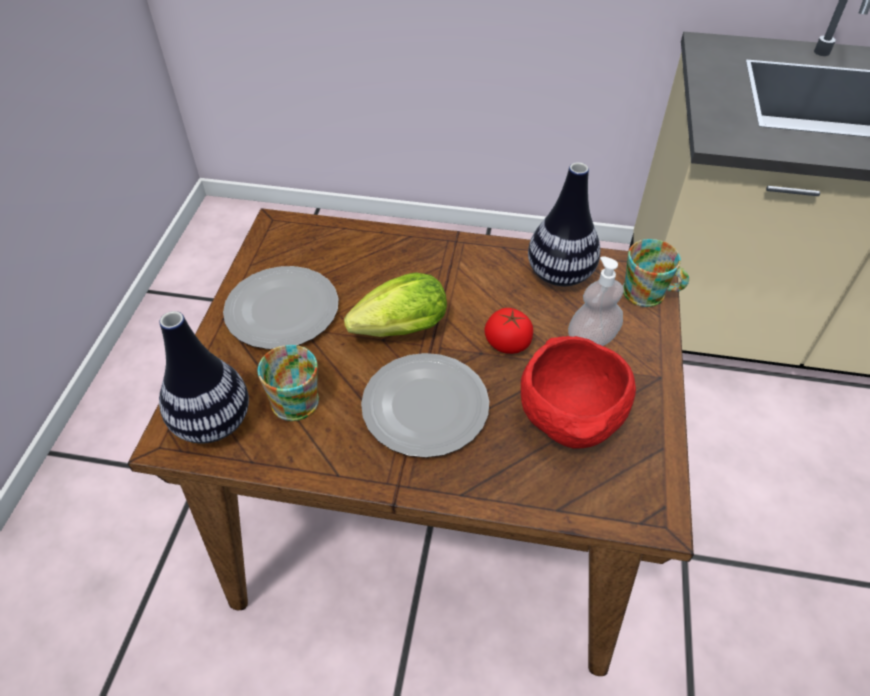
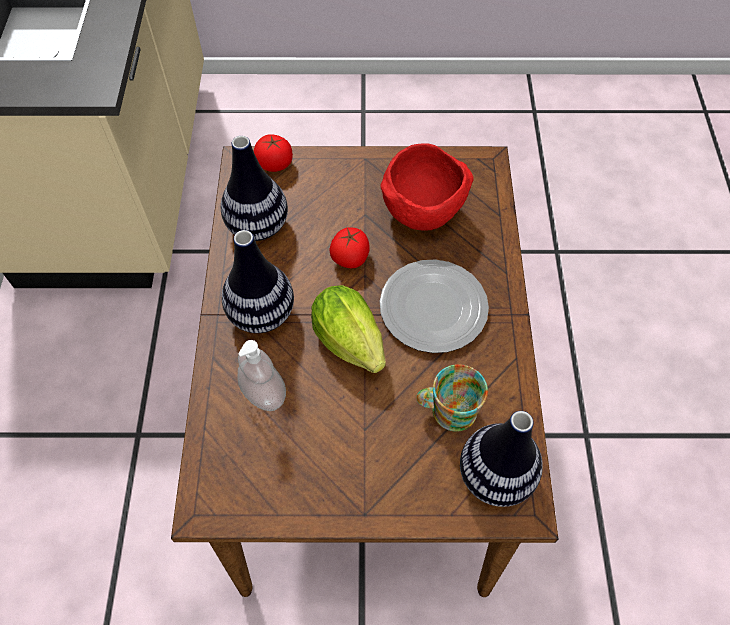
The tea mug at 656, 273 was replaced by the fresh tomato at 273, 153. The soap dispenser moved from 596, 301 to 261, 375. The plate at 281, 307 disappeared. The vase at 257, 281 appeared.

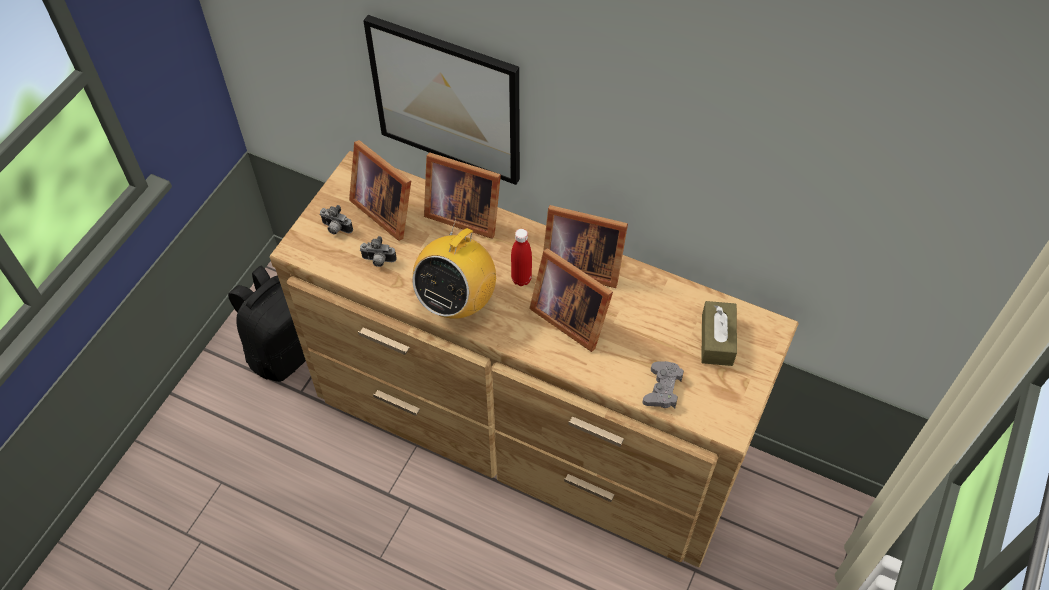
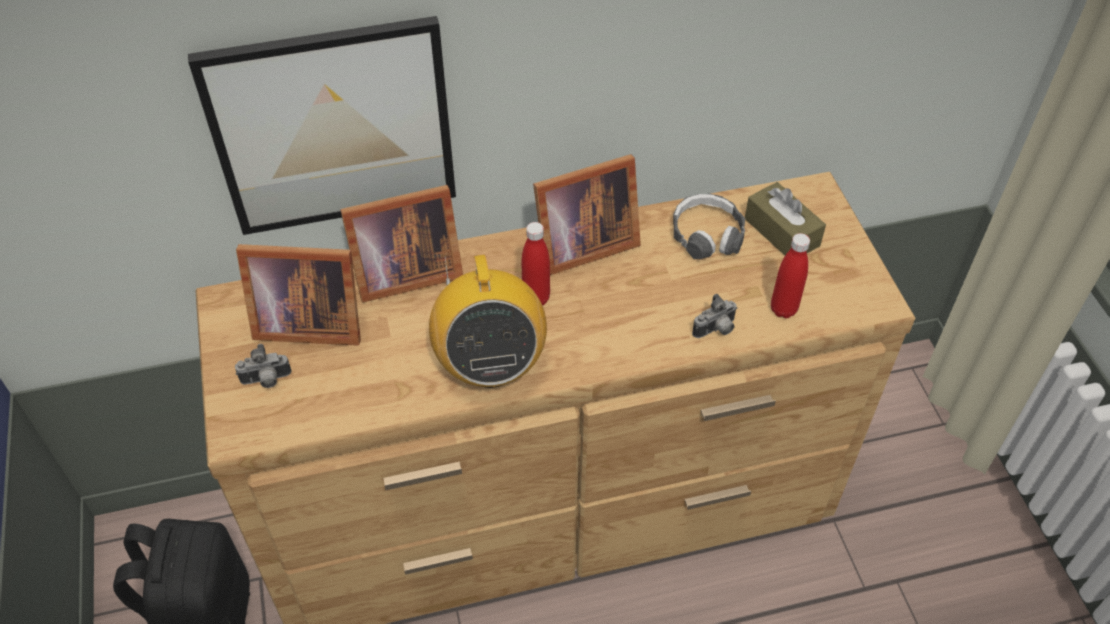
The still camera moved from 378, 251 to 714, 316. The picture frame at 571, 300 disappeared. The grey game controller at 663, 384 was replaced by the red drink bottle at 790, 275. The headphones at 709, 226 appeared.

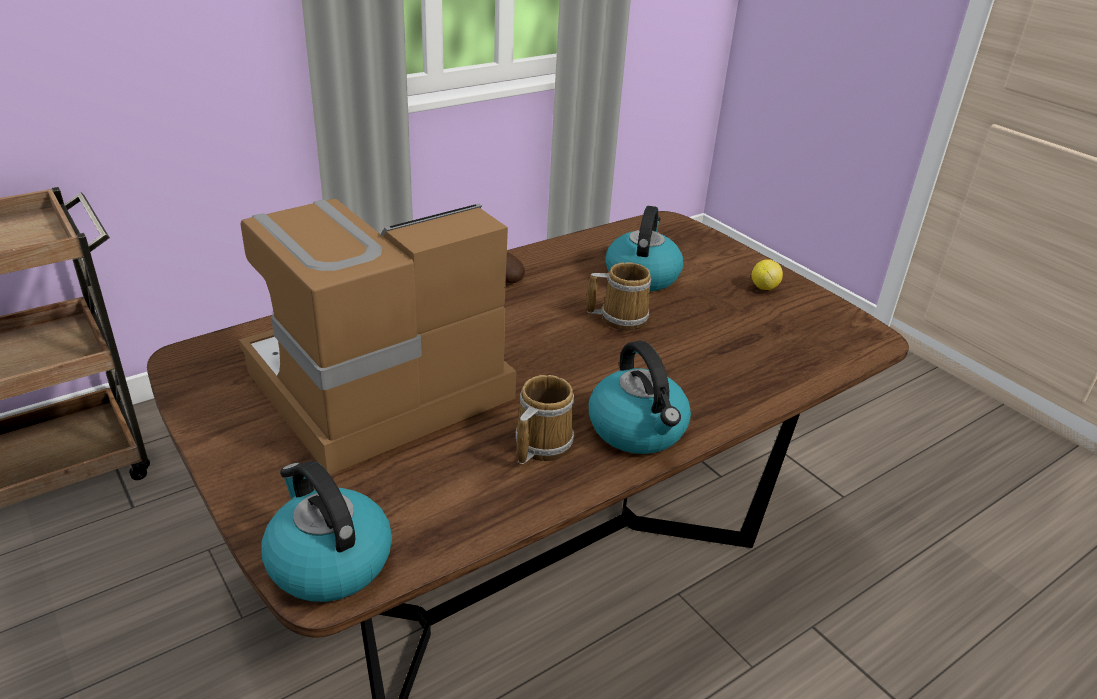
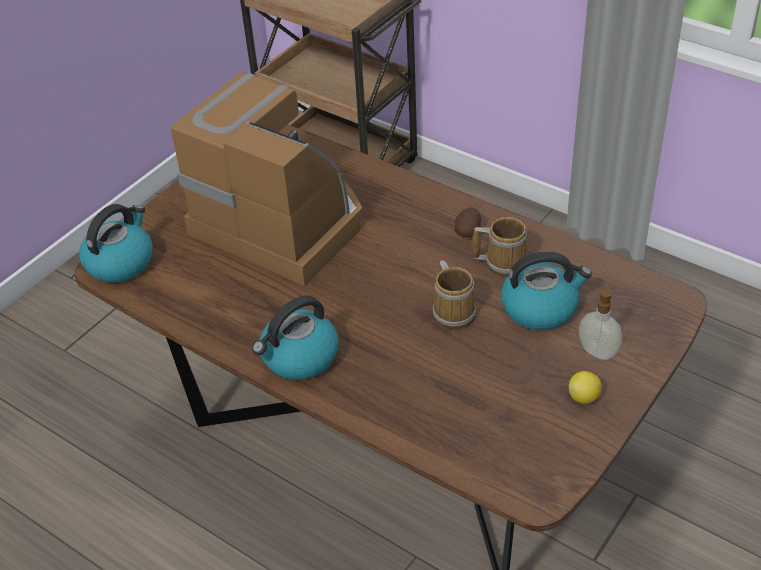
The tea mug moved from 544, 419 to 499, 247. The soap dispenser at 600, 323 appeared.

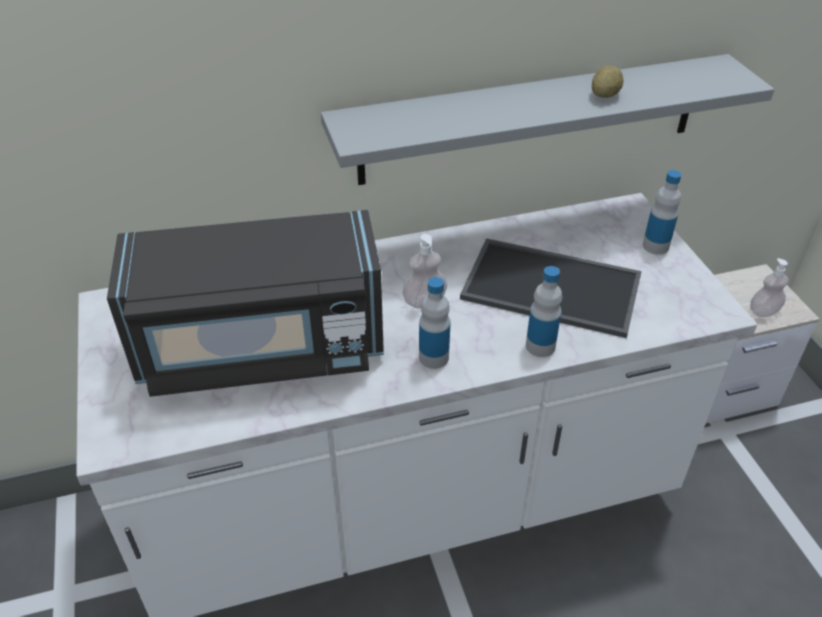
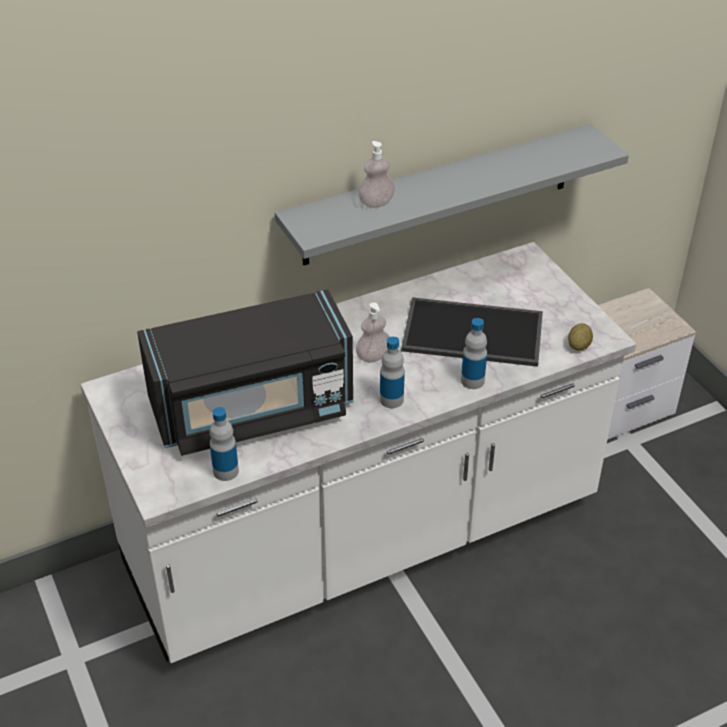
The whole potato moved from 608, 81 to 580, 337. The drink bottle moved from 662, 212 to 224, 444. The soap dispenser moved from 769, 287 to 376, 174.

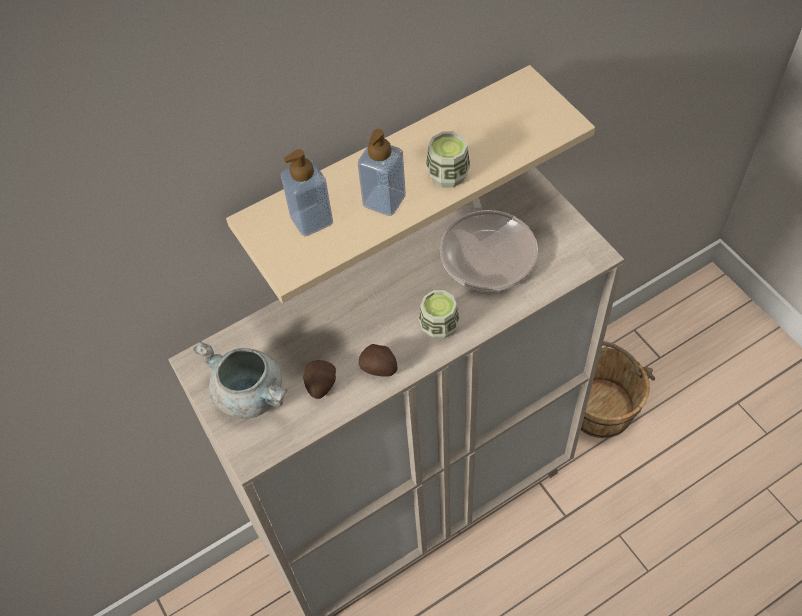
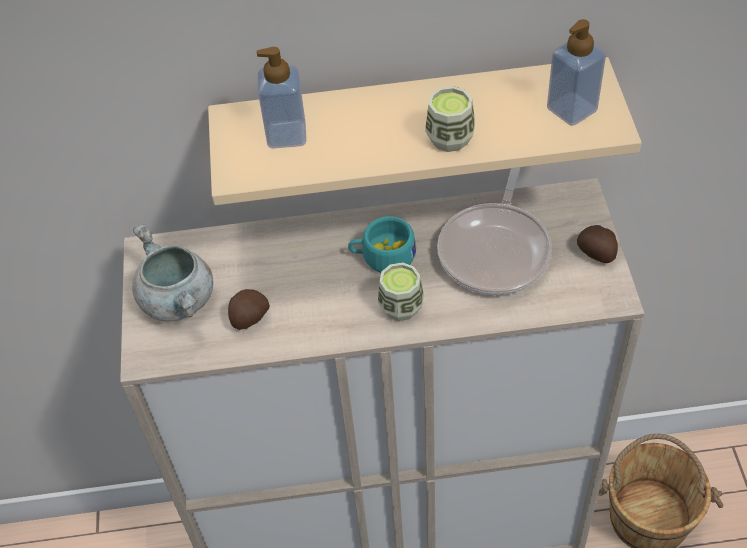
The soap dispenser moved from 382, 172 to 576, 72. The whole potato moved from 378, 360 to 597, 244. The turquoise-coloured cup at 382, 244 appeared.

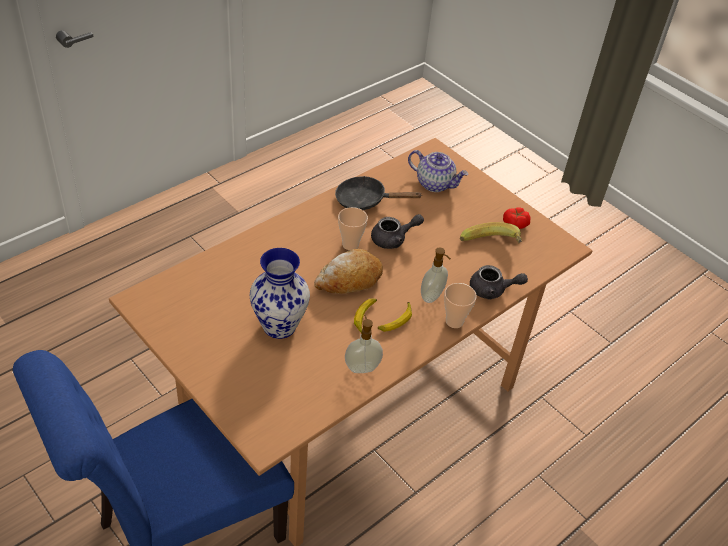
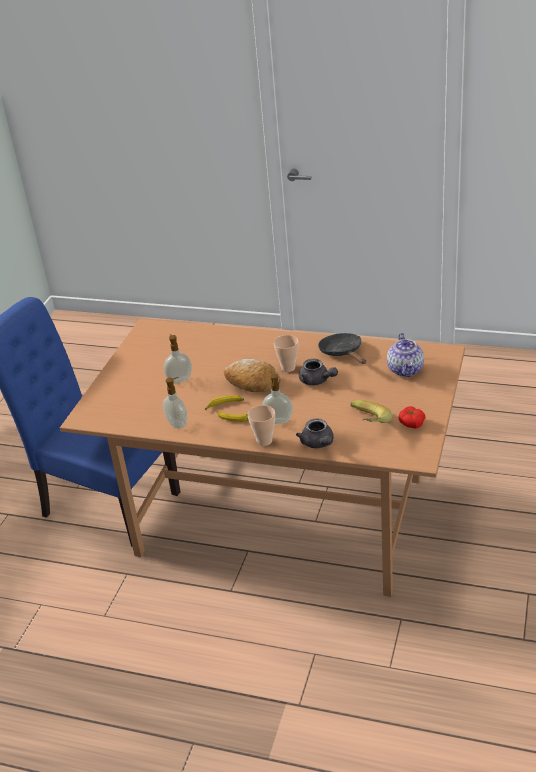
The vase at 280, 293 was replaced by the soap dispenser at 178, 358.

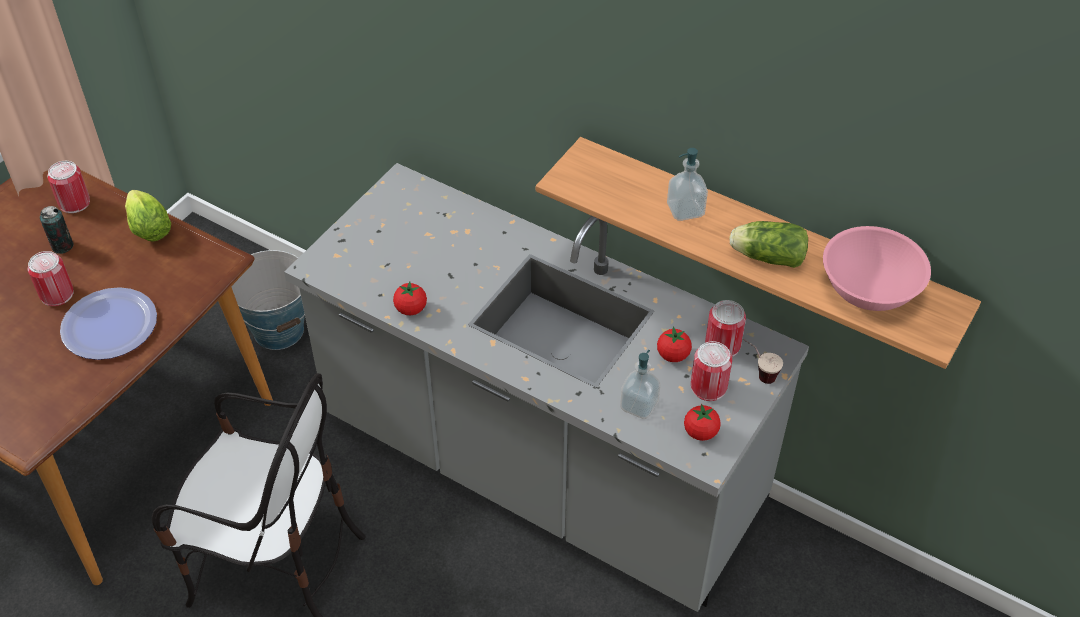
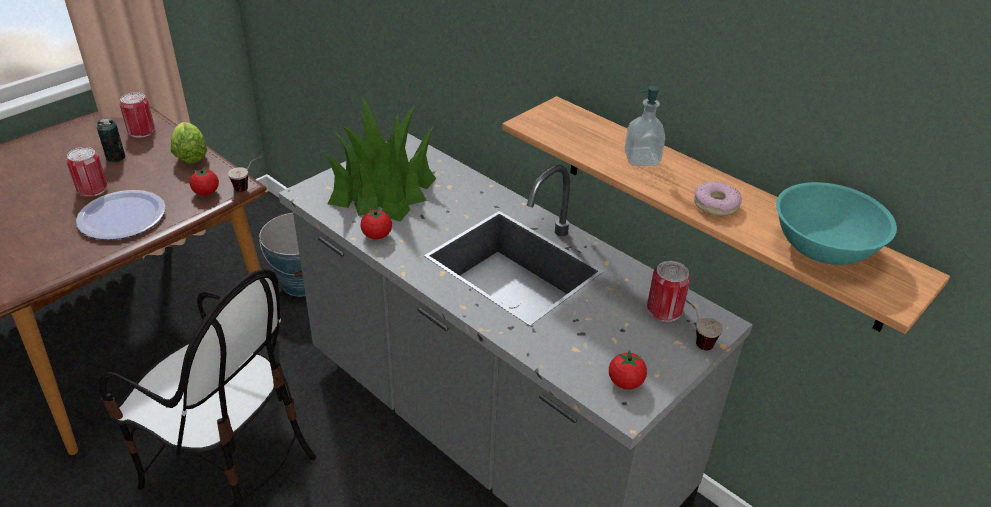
The head of lettuce at 768, 244 was replaced by the donut at 718, 198. The pink deep dish at 877, 268 became the turquoise-coloured deep dish at 836, 223. The fresh tomato moved from 674, 344 to 204, 181. The can at 711, 371 disappeared. The soap dispenser at 640, 384 disappeared. The plant in a pot at 380, 159 appeared. The cup at 245, 174 appeared.

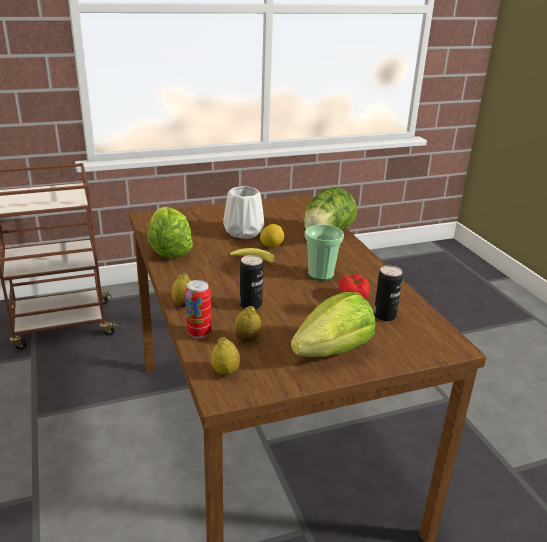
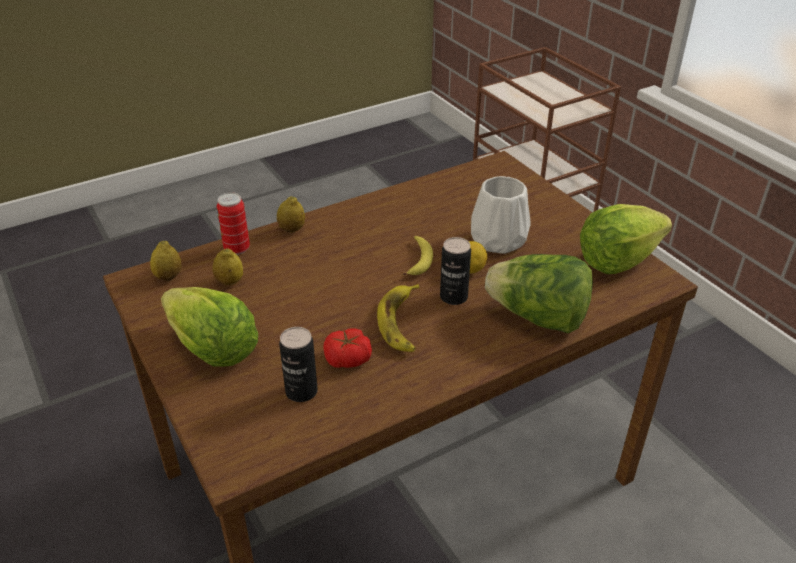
The head of lettuce moved from 170, 232 to 626, 239. The cup at 324, 252 was replaced by the banana at 398, 318. The can moved from 251, 282 to 455, 271.

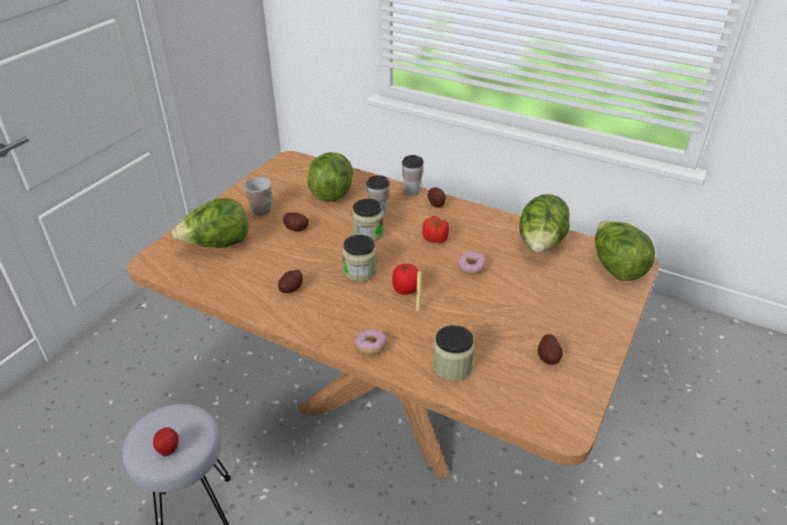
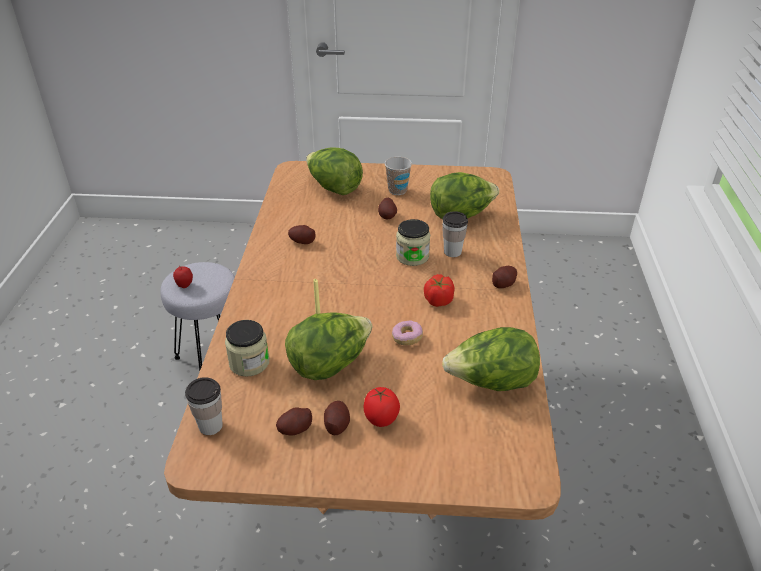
The cup moved from 413, 175 to 204, 406. The head of lettuce moved from 625, 251 to 328, 346. The jar at 359, 258 disappeared. The fresh tomato moved from 407, 279 to 382, 407. The donut at 371, 342 disappeared. The whole potato at 337, 418 appeared.

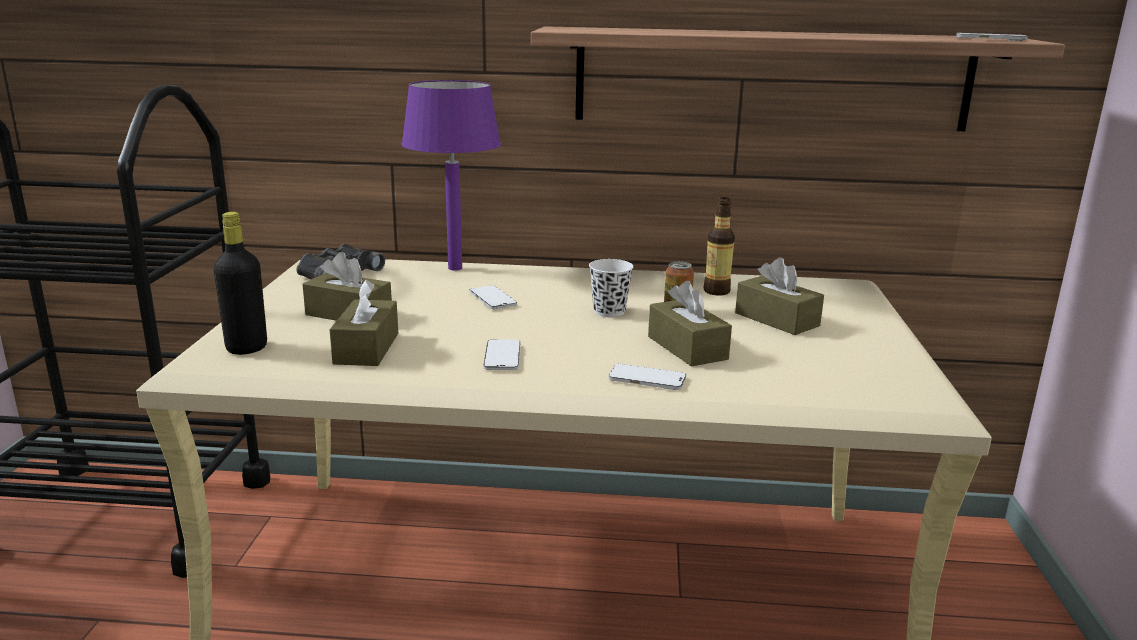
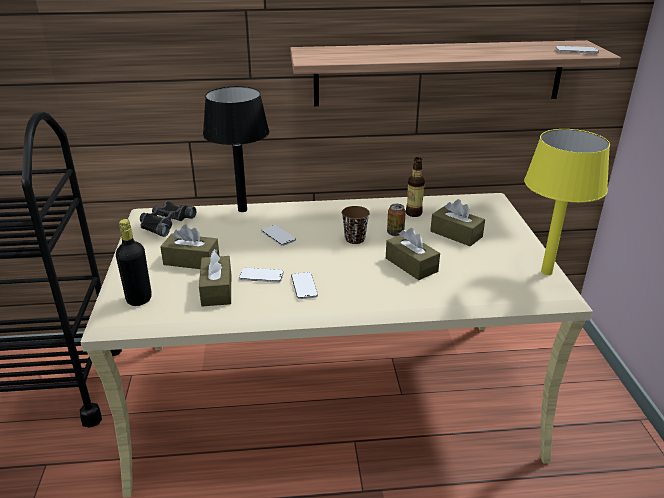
The purple lamp for a table at 451, 175 became the black-coloured lamp for a table at 236, 149. The white-coloured cup at 611, 288 became the brownish cup at 356, 225. The handset moved from 647, 377 to 261, 275. The yellow-coloured lamp for a table at 567, 202 appeared.

